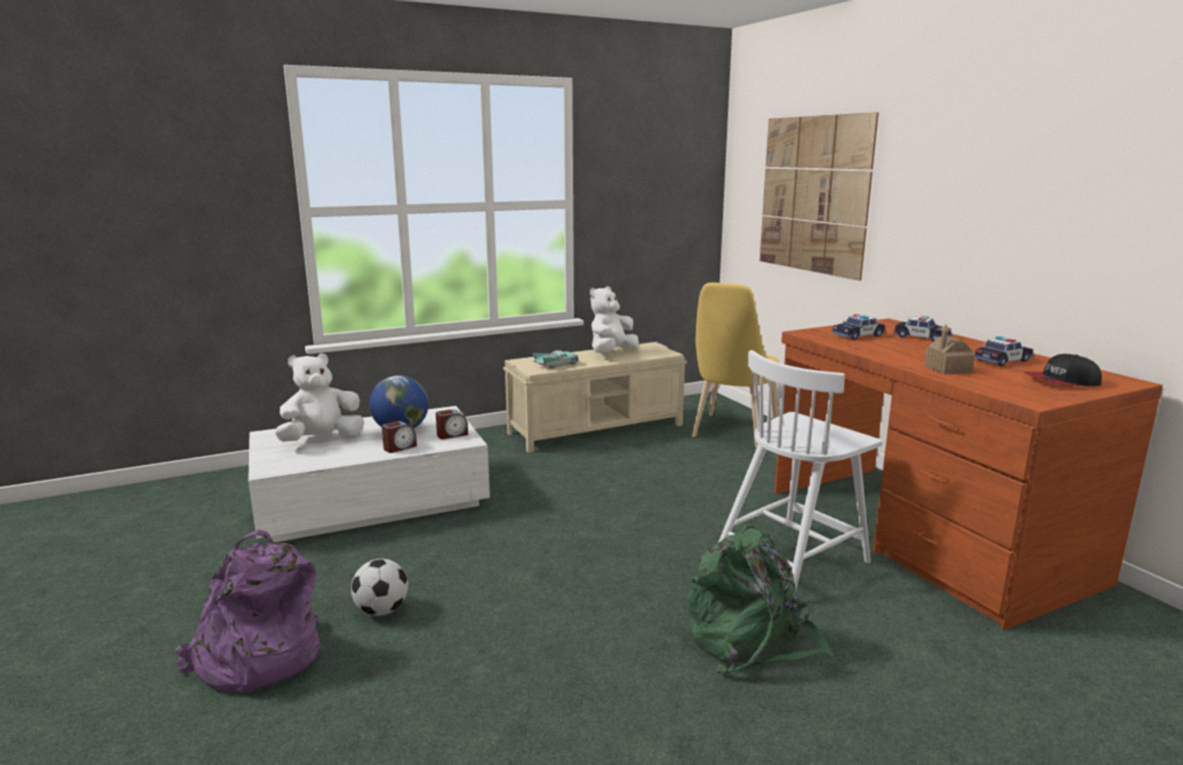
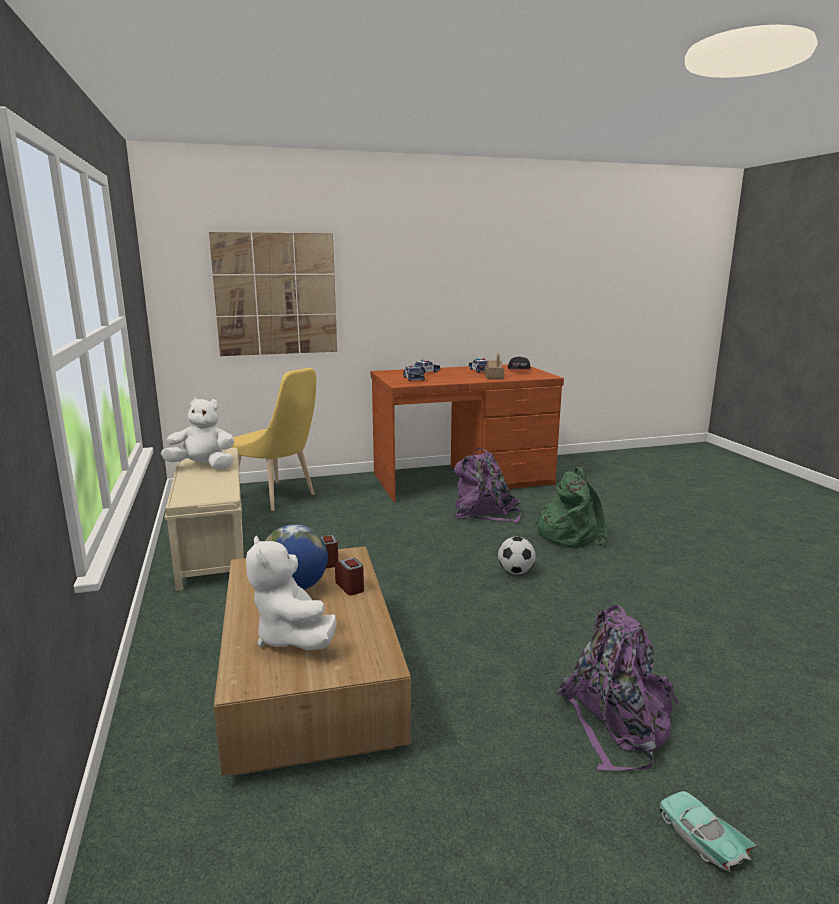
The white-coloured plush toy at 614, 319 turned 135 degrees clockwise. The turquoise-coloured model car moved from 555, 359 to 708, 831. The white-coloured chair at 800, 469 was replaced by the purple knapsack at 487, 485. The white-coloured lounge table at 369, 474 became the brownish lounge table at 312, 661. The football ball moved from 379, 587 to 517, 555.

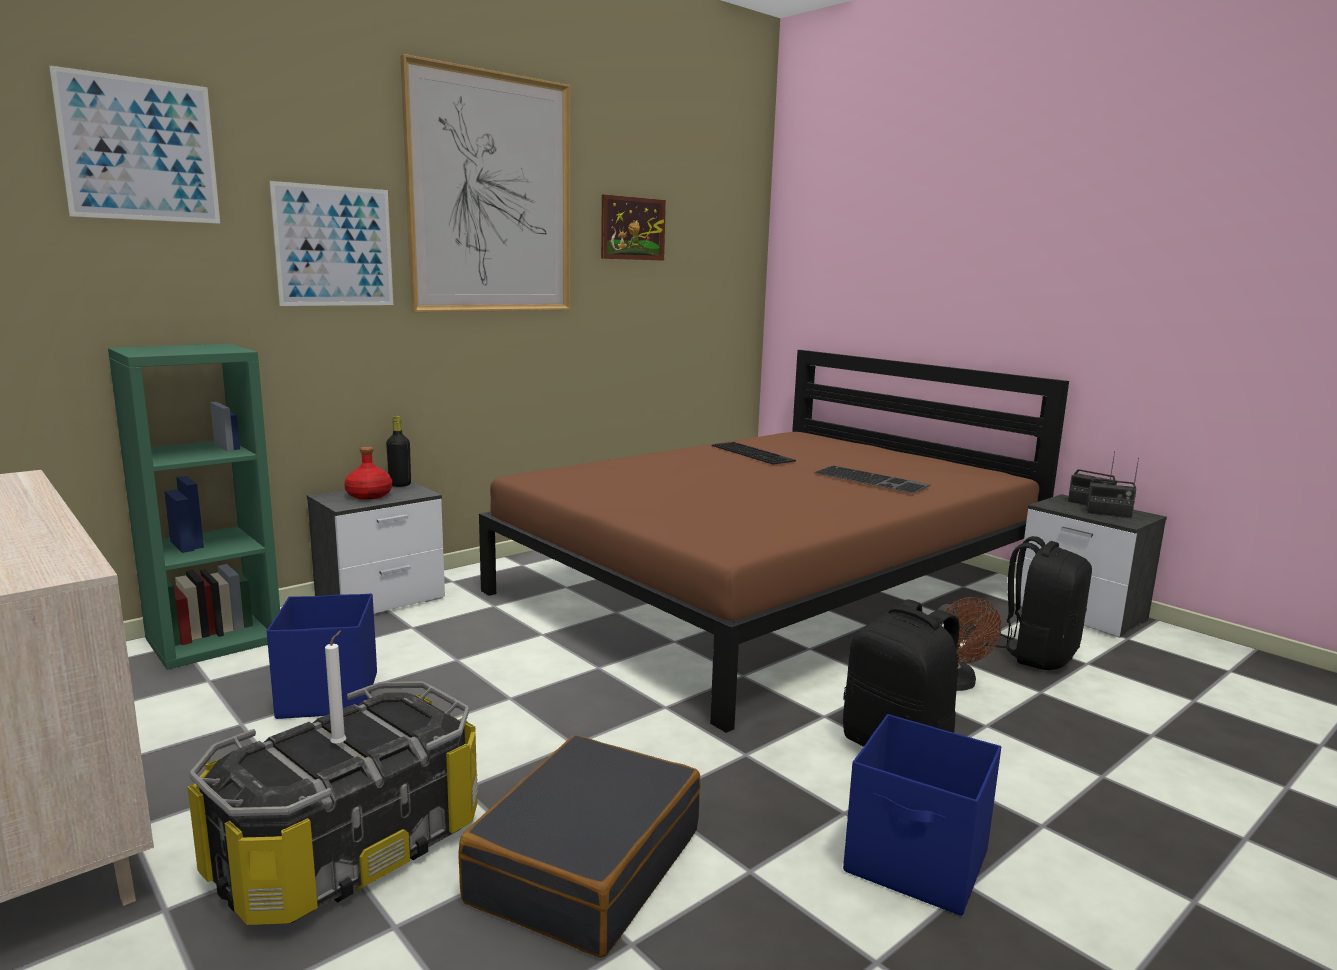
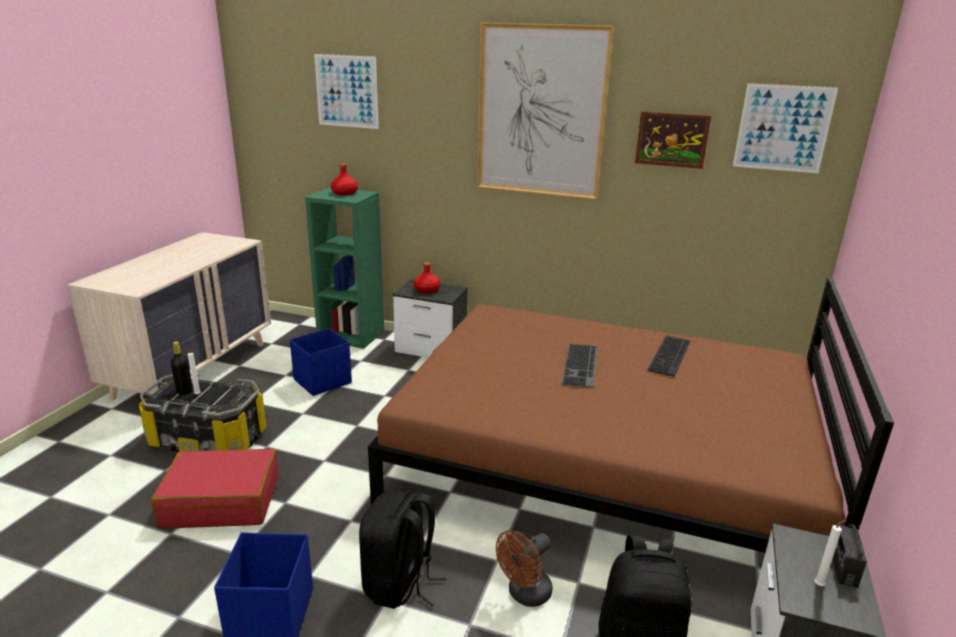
The wall picture moved from 331, 243 to 785, 128. The black-coloured drink bottle moved from 398, 451 to 181, 368. The radio set at 1112, 488 was replaced by the white-coloured candle at 830, 553. The keyboard moved from 872, 479 to 579, 366. The black-coloured suitcase at 579, 846 became the red suitcase at 215, 489. The red drink bottle at 344, 179 appeared.

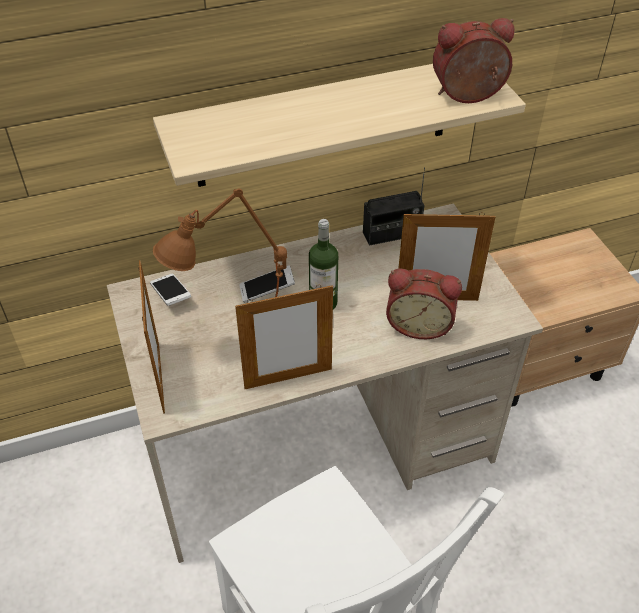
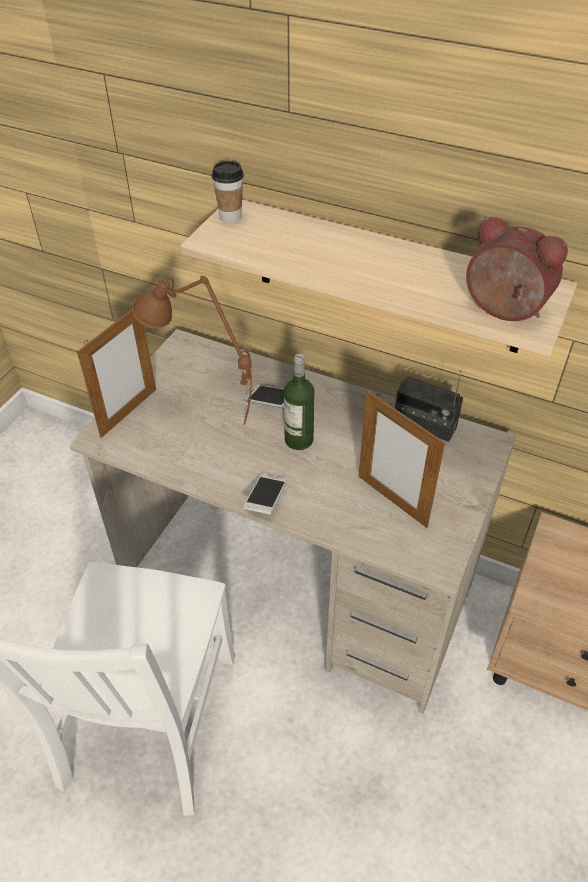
The alarm clock at 424, 303 disappeared. The handset moved from 170, 289 to 265, 494. The picture frame at 284, 337 disappeared. The cup at 228, 192 appeared.

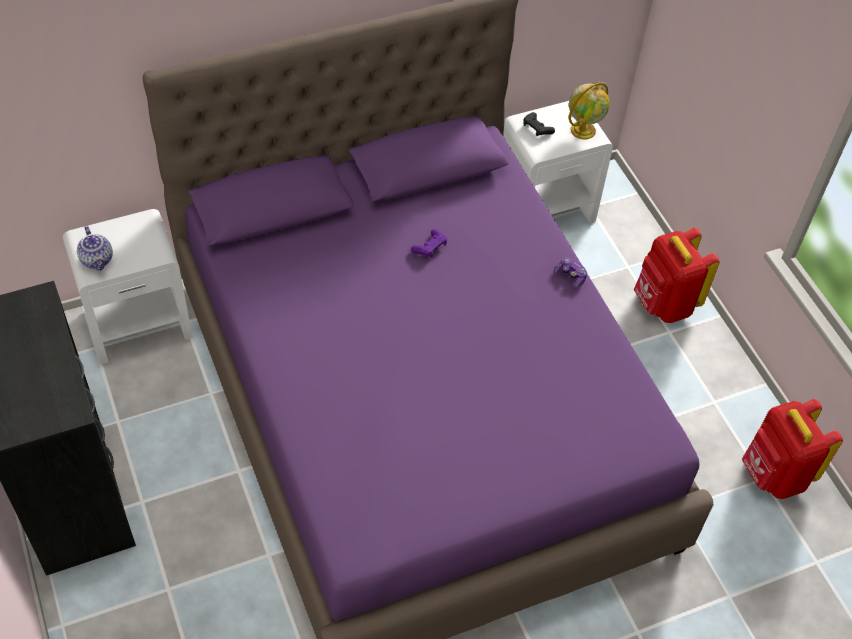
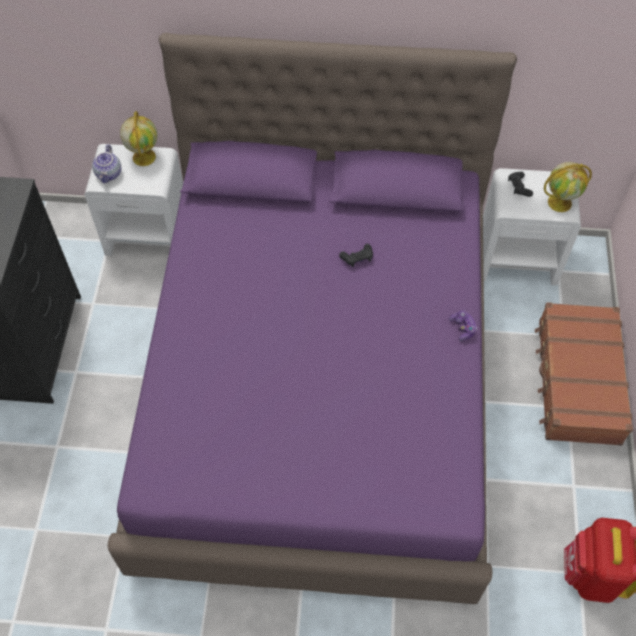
The red knapsack at 676, 275 was replaced by the brownish suitcase at 584, 374. The purple game controller at 429, 243 became the black-coloured game controller at 356, 255. The desk globe at 139, 138 appeared.

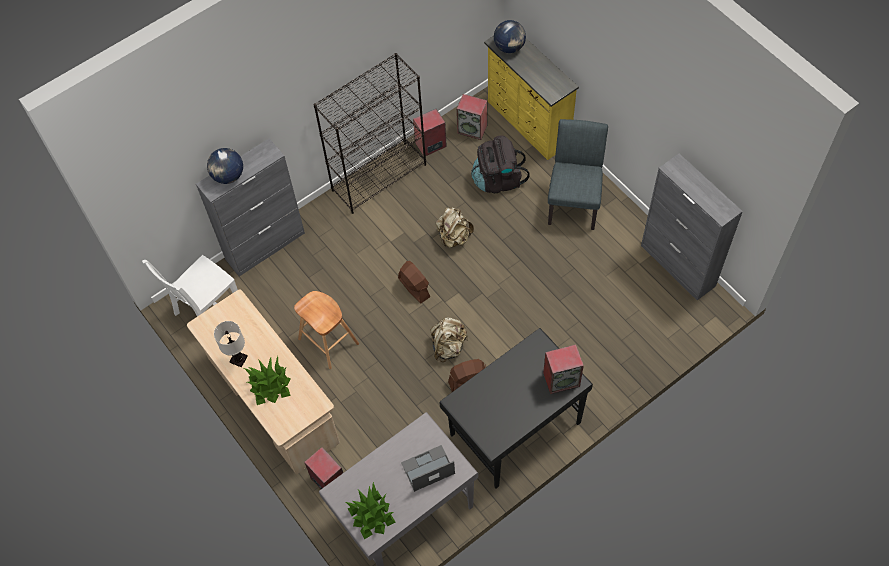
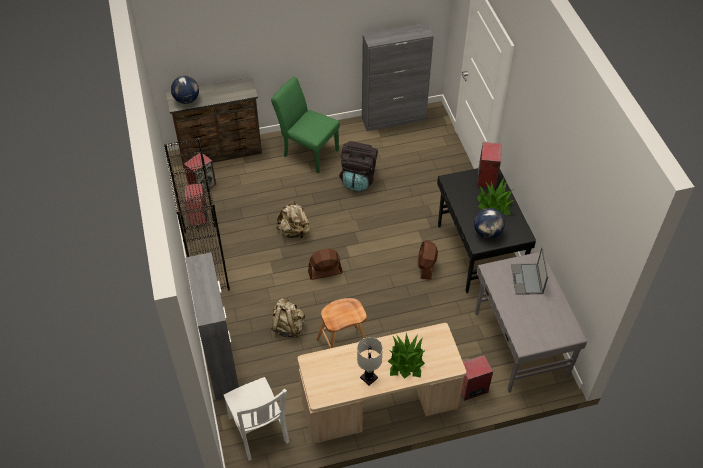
The yellow-coloured drawer chest at 531, 98 became the brownish drawer chest at 214, 122. The grey chair at 578, 174 became the green chair at 305, 125. The black-coloured knapsack moved from 500, 164 to 358, 166. The desk globe moved from 225, 166 to 489, 223. The beige knapsack moved from 449, 339 to 288, 318. The plant in a pot moved from 371, 510 to 495, 196.

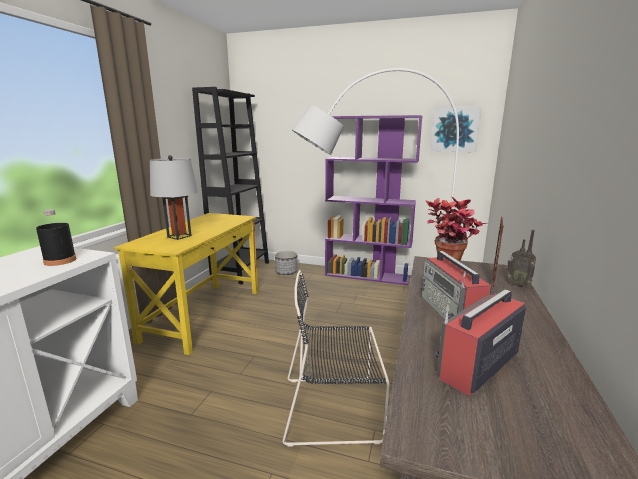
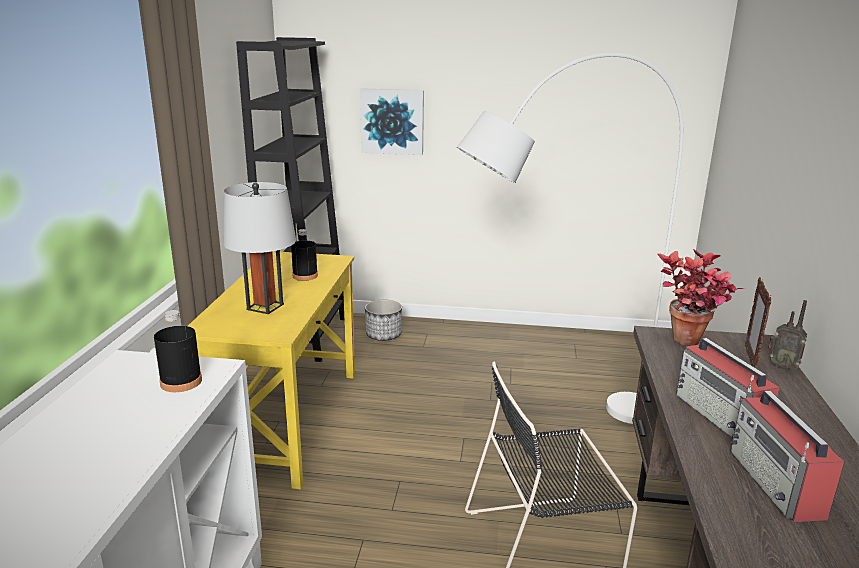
The wall picture moved from 456, 129 to 392, 121. The purple bookcase at 373, 200 disappeared. The radio set at 480, 342 turned 45 degrees counterclockwise. The black-coloured drink bottle at 304, 255 appeared.

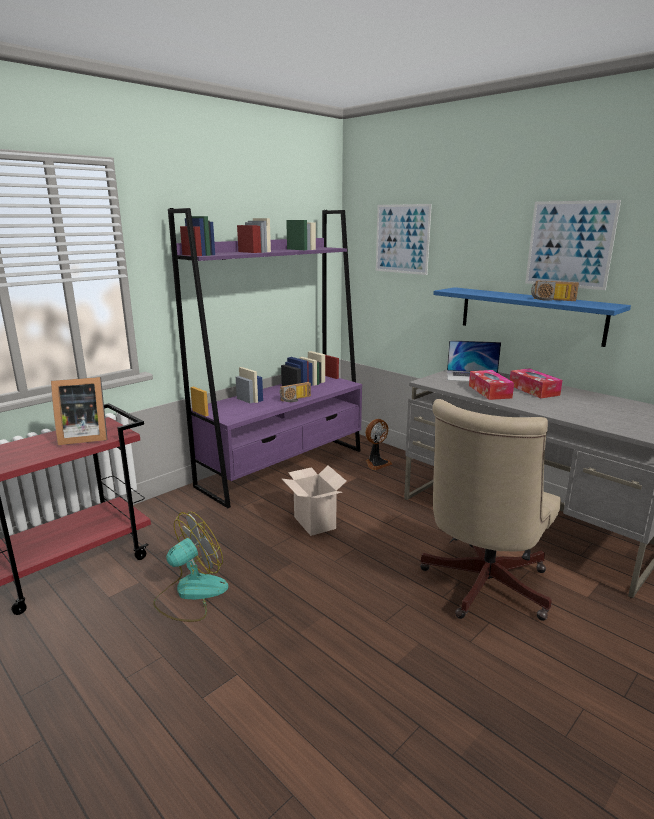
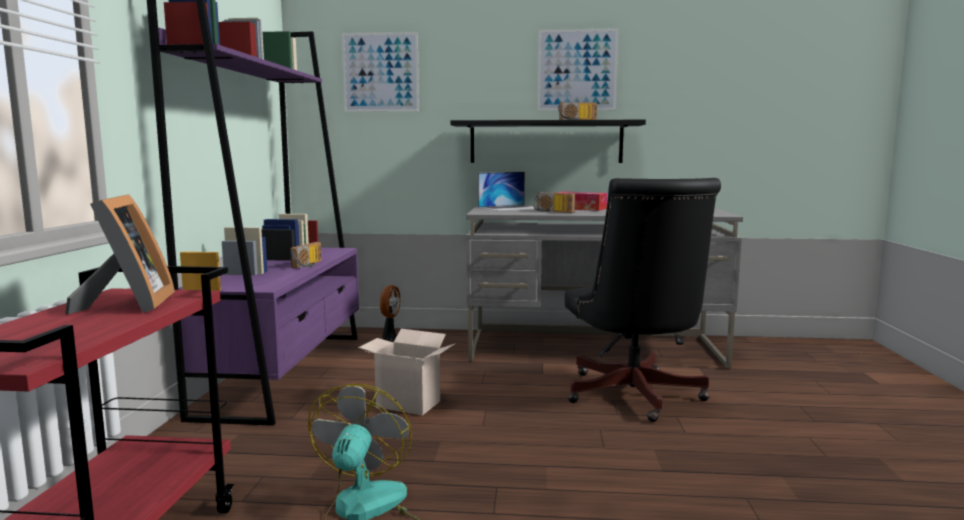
The blue bracket shelf at 532, 317 became the black-coloured bracket shelf at 548, 141. The tissue box at 491, 385 was replaced by the radio set at 554, 202. The picture frame at 79, 411 turned 45 degrees counterclockwise. The beige office chair at 490, 510 became the black-coloured office chair at 643, 300.

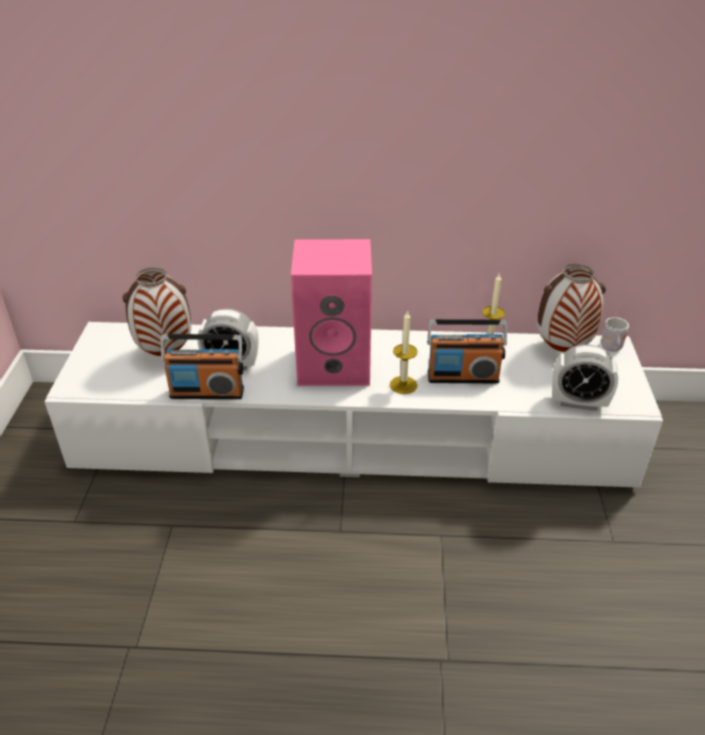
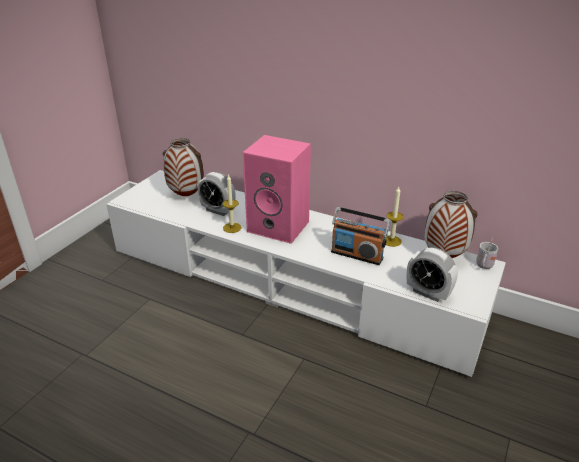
The candle moved from 404, 352 to 232, 203. The radio set at 202, 366 disappeared.

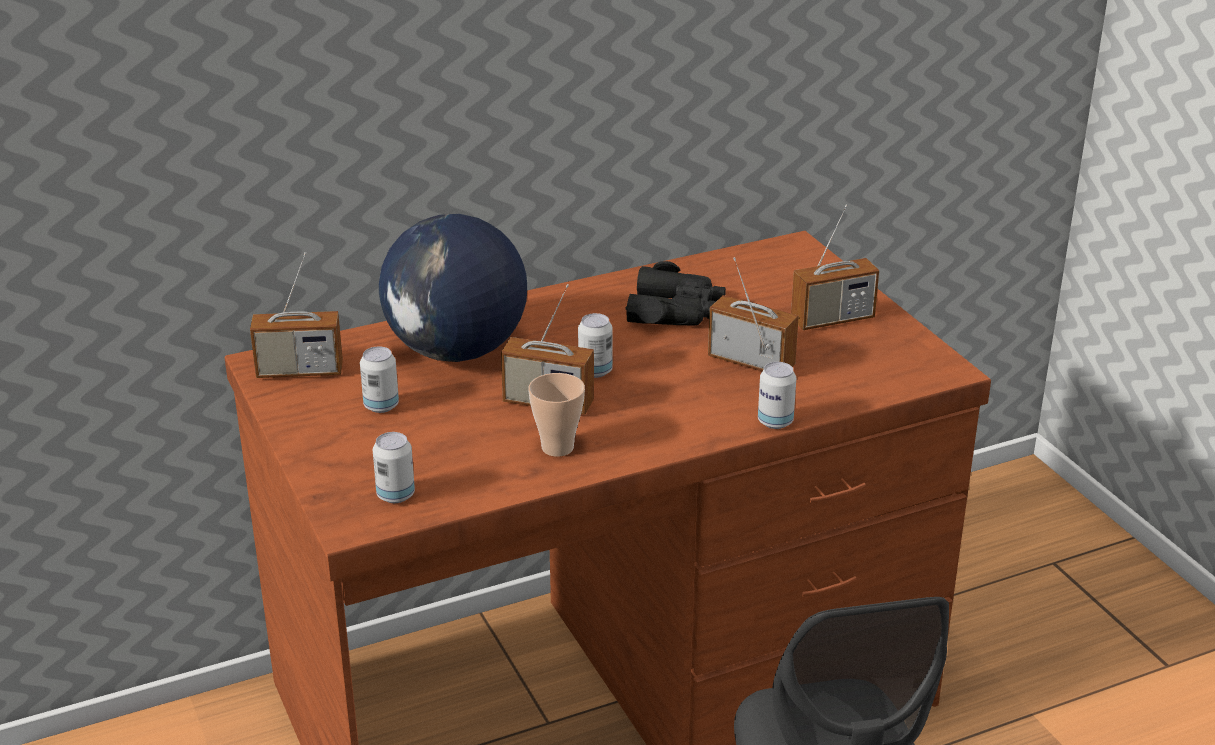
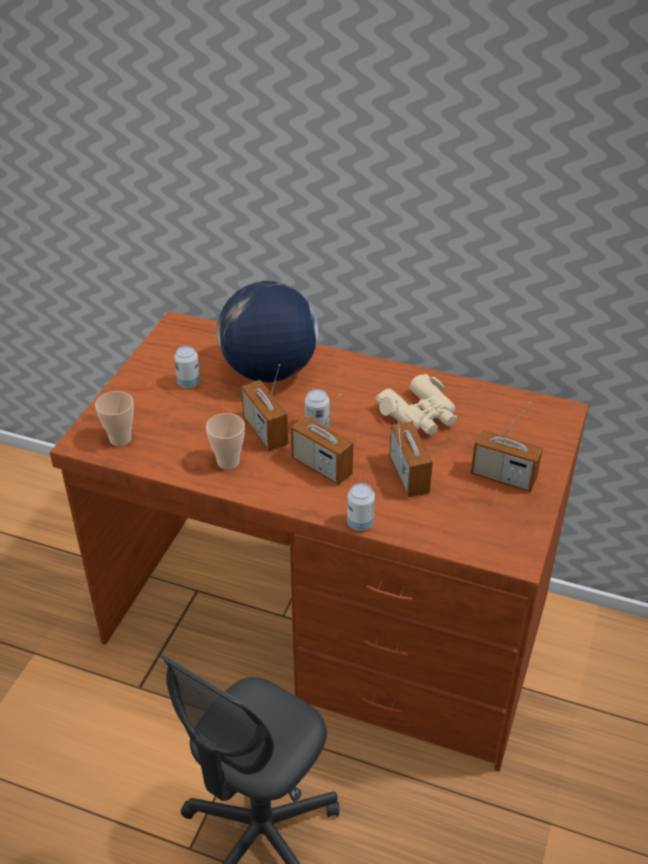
The radio set moved from 296, 315 to 322, 440. The black-coloured field glasses at 675, 293 became the beige field glasses at 416, 404. The can at 394, 467 was replaced by the cup at 114, 418.

